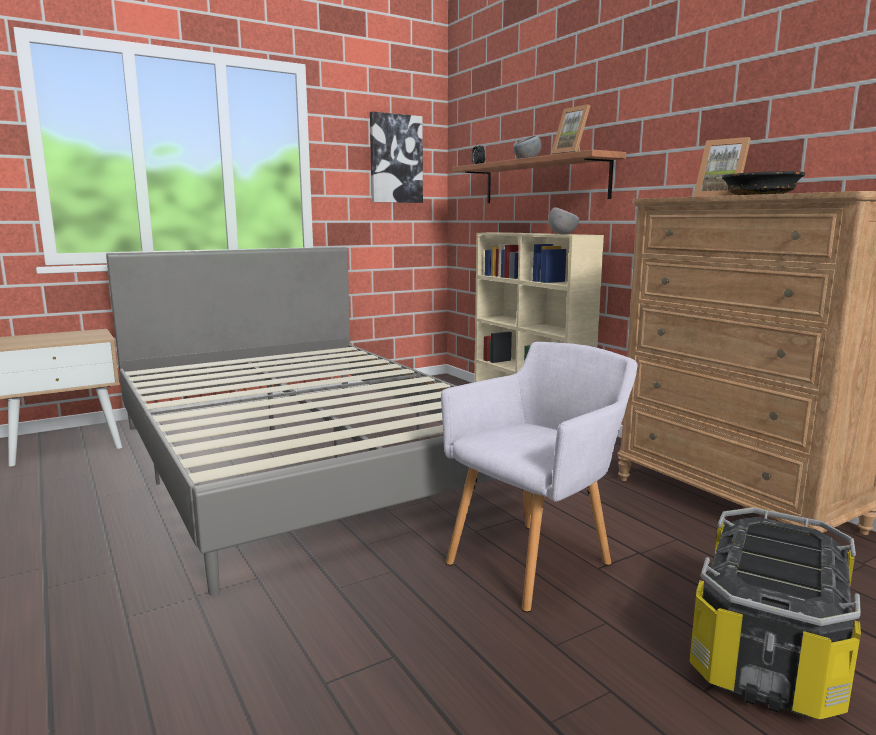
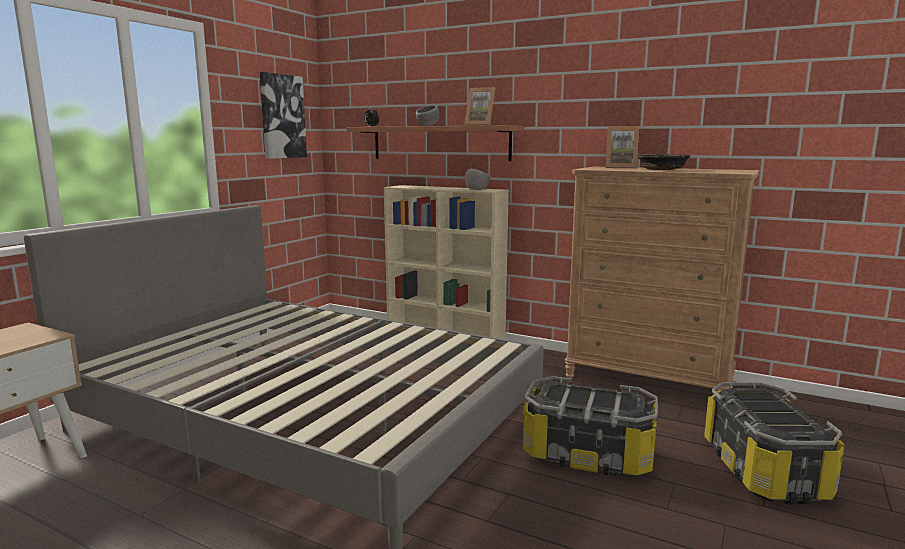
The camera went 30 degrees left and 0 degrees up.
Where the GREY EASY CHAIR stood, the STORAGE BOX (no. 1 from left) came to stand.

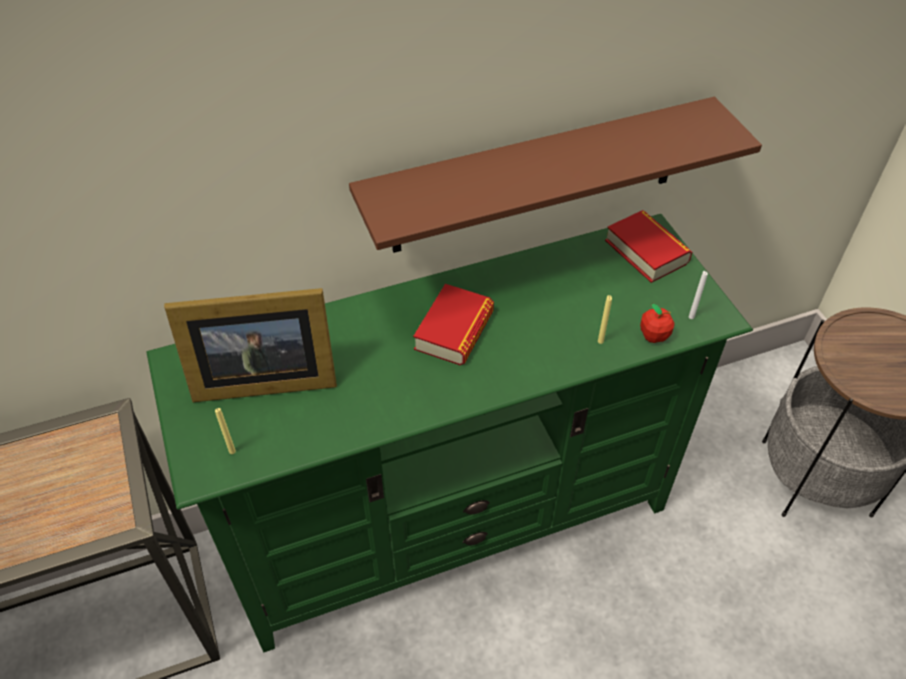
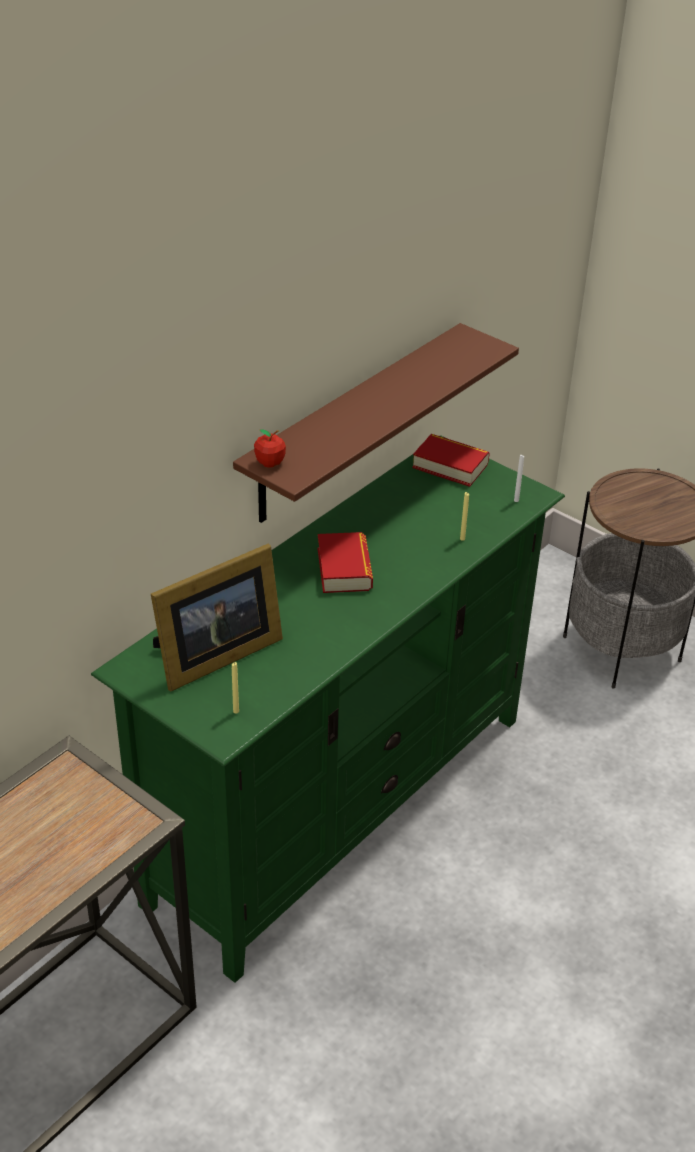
The camera went 30 degrees left and 10 degrees down.
The APPLE ended up elsewhere.

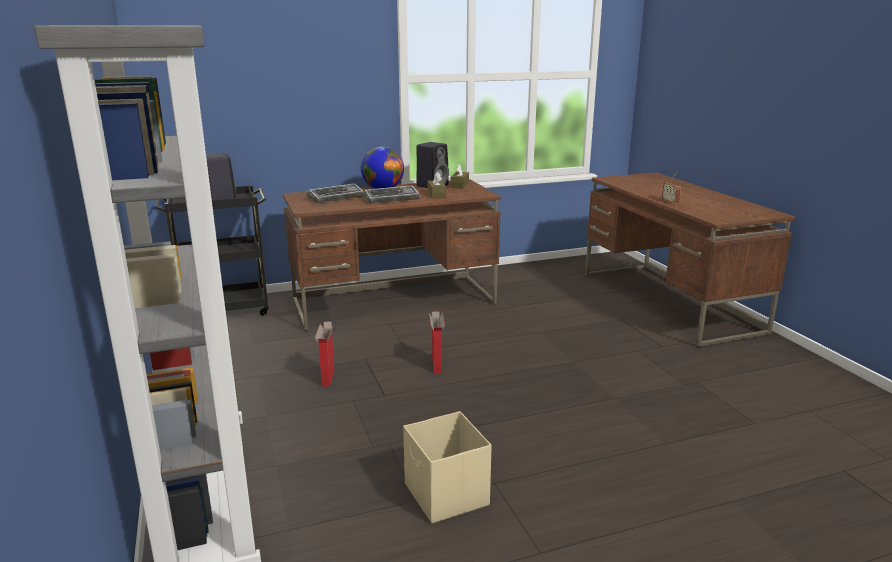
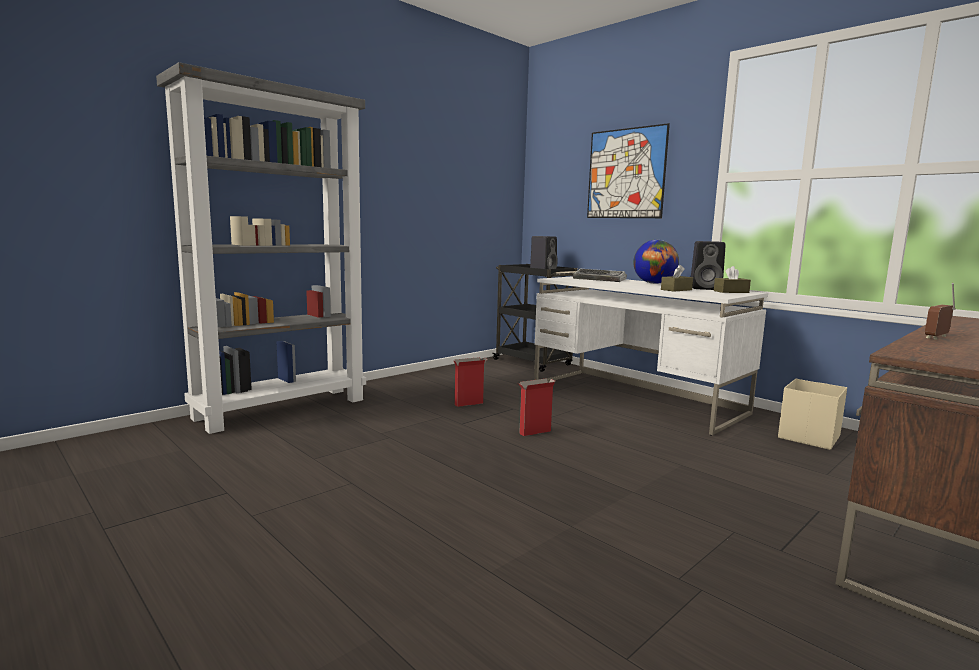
The camera went 65 degrees right and 10 degrees down.
What was the BROWN DESK UNIT (no. 1 from left) turned into the WHITISH DESK UNIT.
The second view lost the COMPUTER KEYBOARD (no. 2 from left).
The SAND-COLOURED STORAGE BOX ended up elsewhere.
The second view gained the WALL PICTURE.

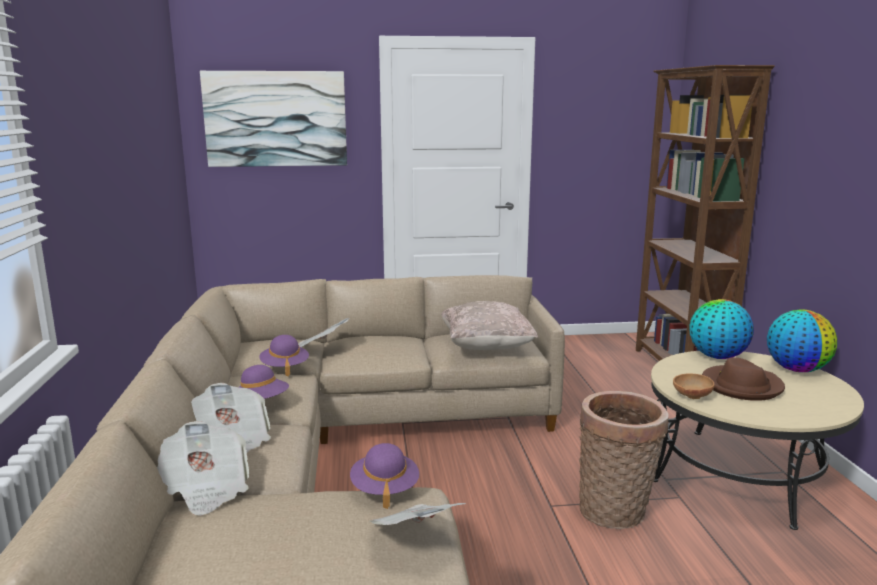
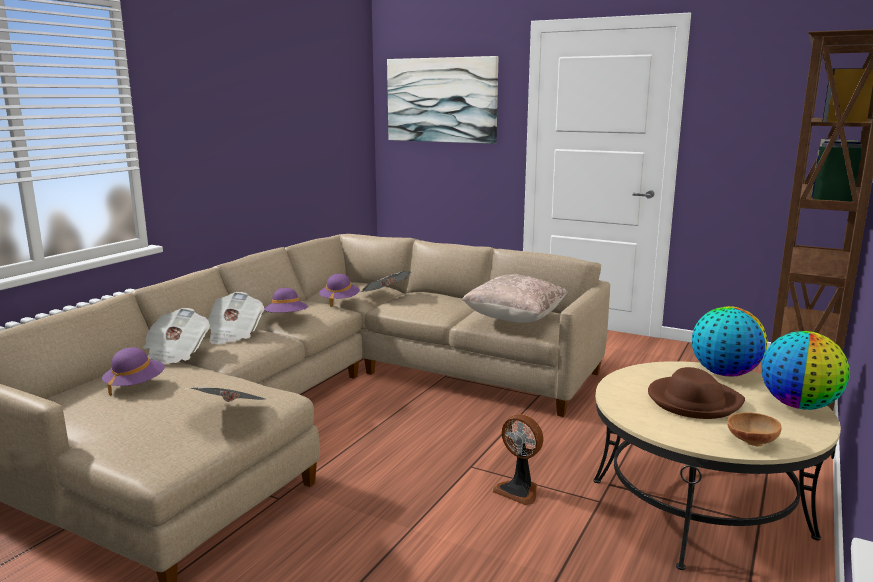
The camera went 35 degrees right and 0 degrees up.
The BROWN BOWL ended up elsewhere.
Where the BASKET stood, the COOLING FAN came to stand.
The PURPLE-COLOURED WEARABLE HAT (no. 3 from left in the first image) ended up elsewhere.

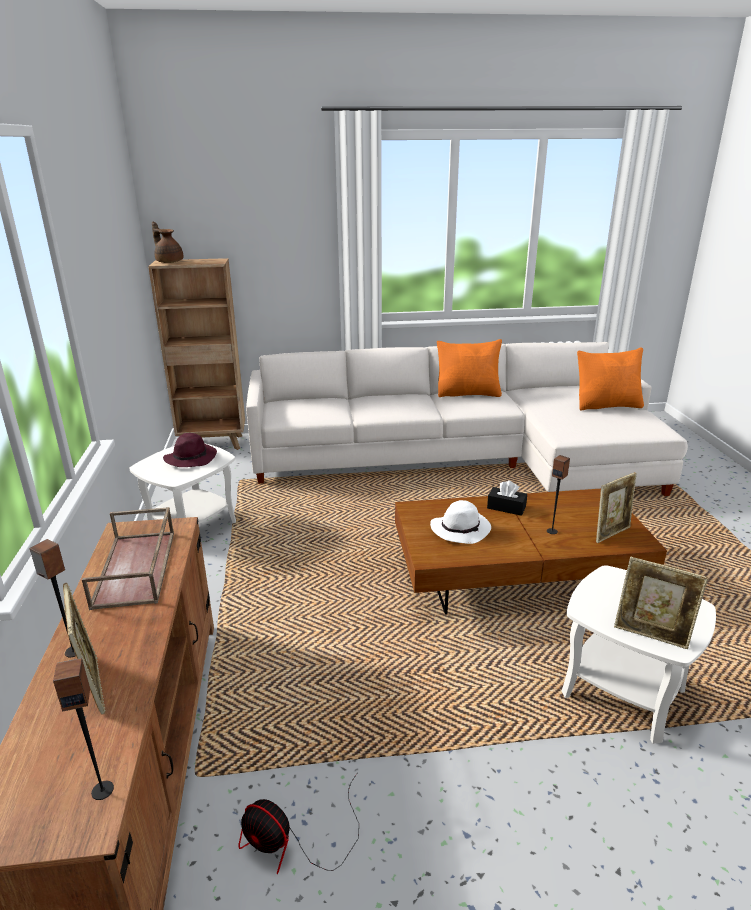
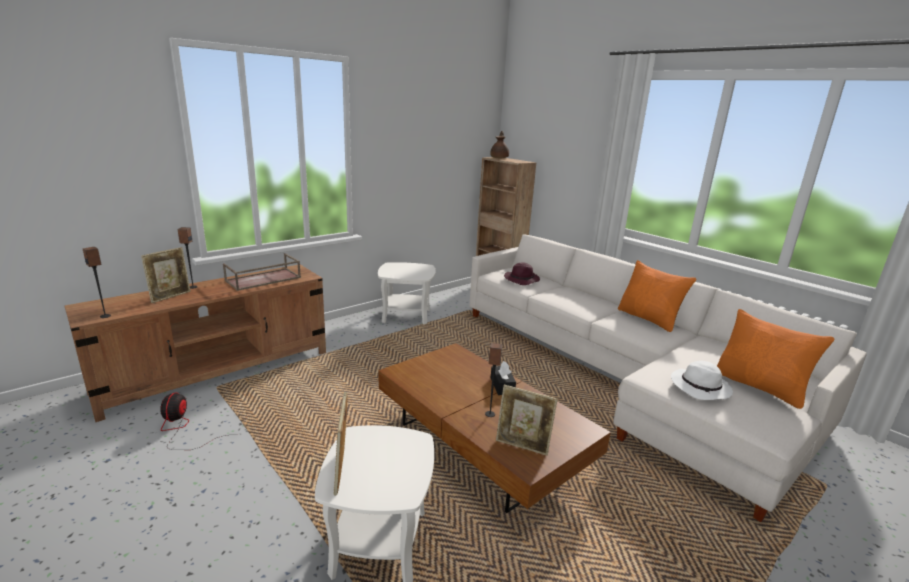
The camera went 55 degrees right and 5 degrees down.
The PURPLE-COLOURED WEARABLE HAT ended up elsewhere.
The WHITISH WEARABLE HAT ended up elsewhere.

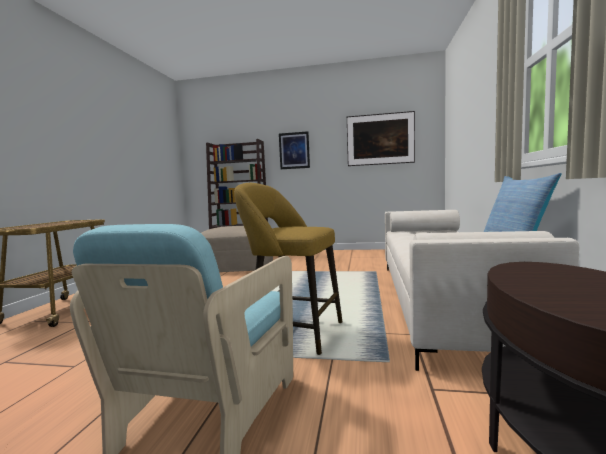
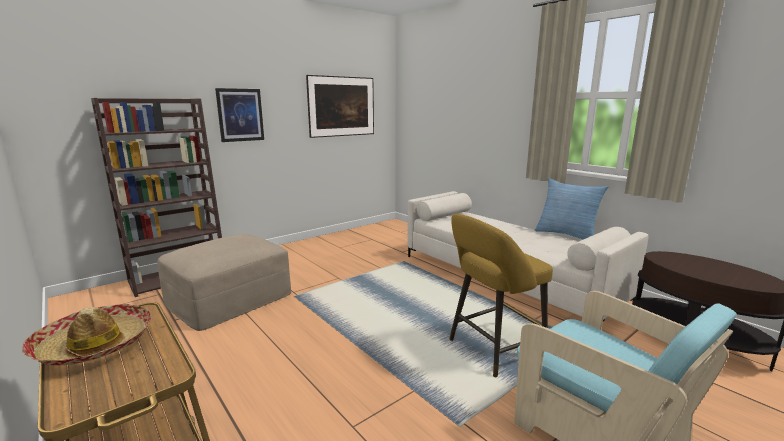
The camera went 50 degrees left and 10 degrees up.
The second view gained the WEARABLE HAT.

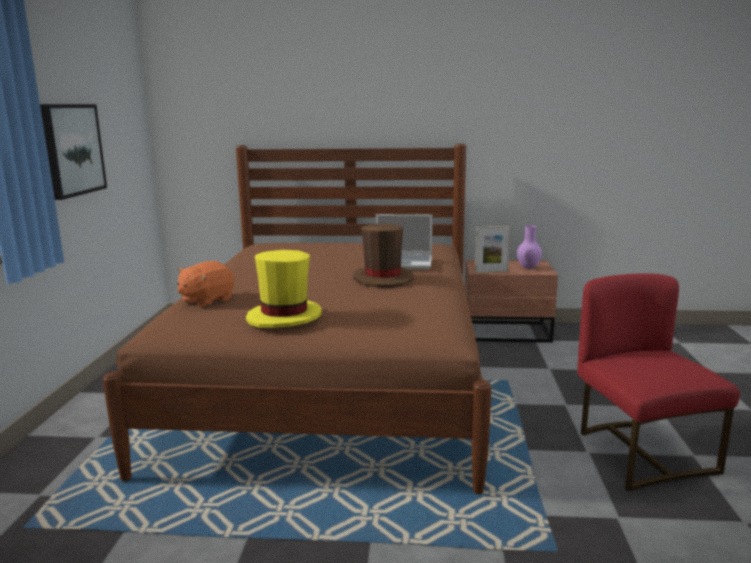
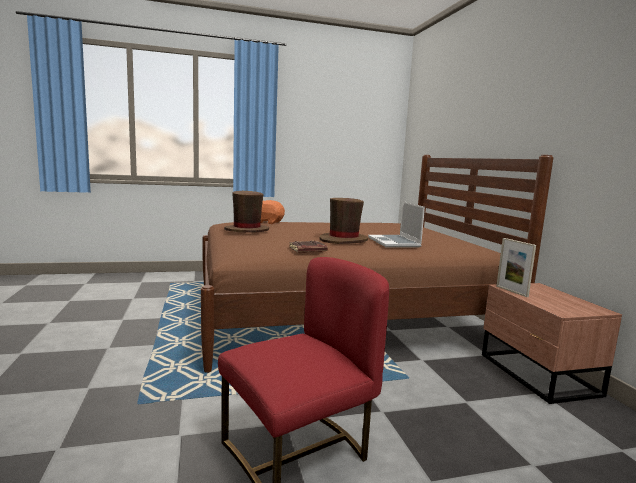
The camera went 70 degrees right and 5 degrees down.
The second view lost the WALL PICTURE.
The second view lost the PURPLE-COLOURED FLOWER VASE.
What was the YELLOW WEARABLE HAT turned into the BROWN WEARABLE HAT (no. 1 from left).
The second view gained the BROWN VOLUME.

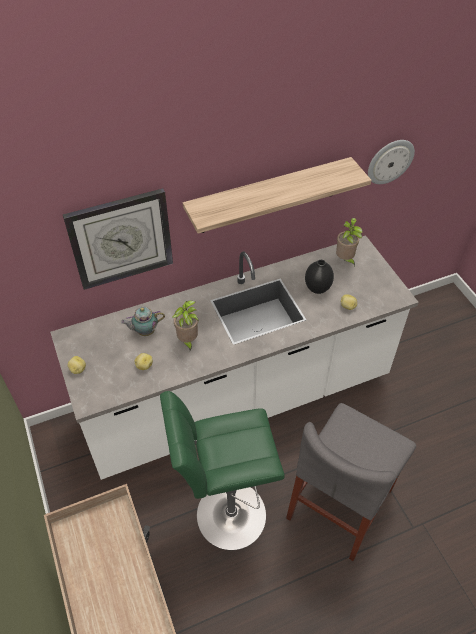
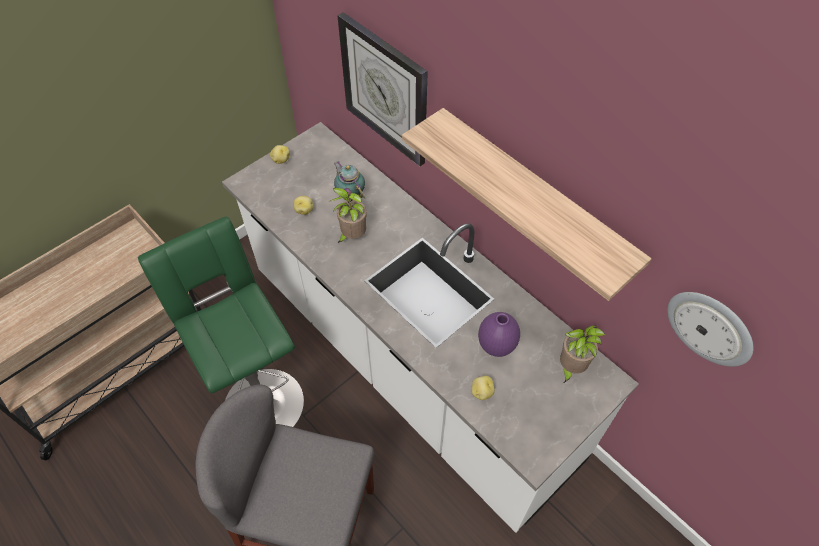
The camera went 70 degrees right and 5 degrees up.
What was the BLACKISH FLOWER VASE turned into the PURPLE-COLOURED FLOWER VASE.

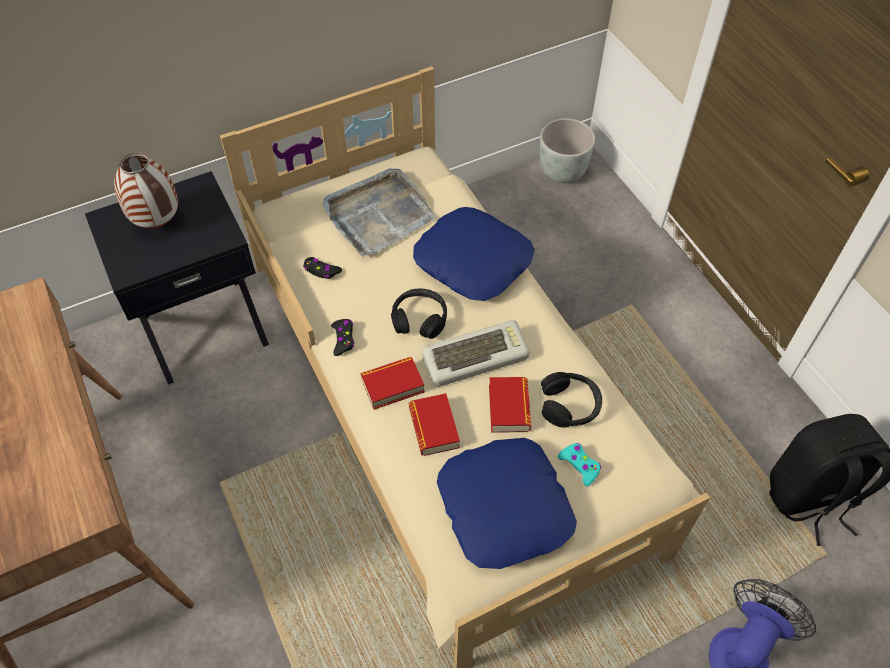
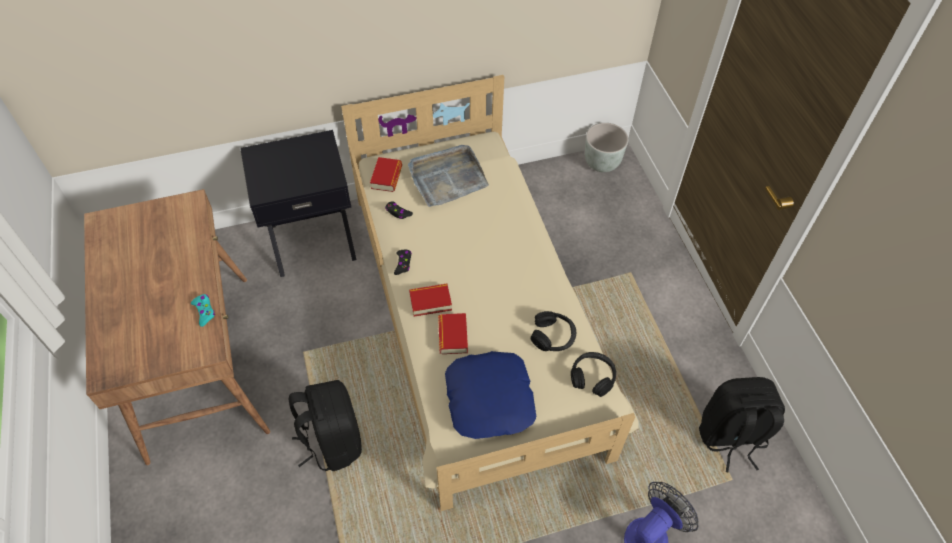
The camera went 10 degrees right and 0 degrees up.
The second view lost the FLOWER VASE.
The second view lost the BLUISH PILLOW (no. 1 from left).
The BLACKISH HEADSET (no. 1 from left in the first image) ended up elsewhere.
The second view lost the COMPUTER KEYBOARD.
The VOLUME (no. 3 from left in the first image) ended up elsewhere.
The BLUE-GREEN JOYPAD ended up elsewhere.
The second view gained the BLACKISH RUCKSACK (no. 1 from left).

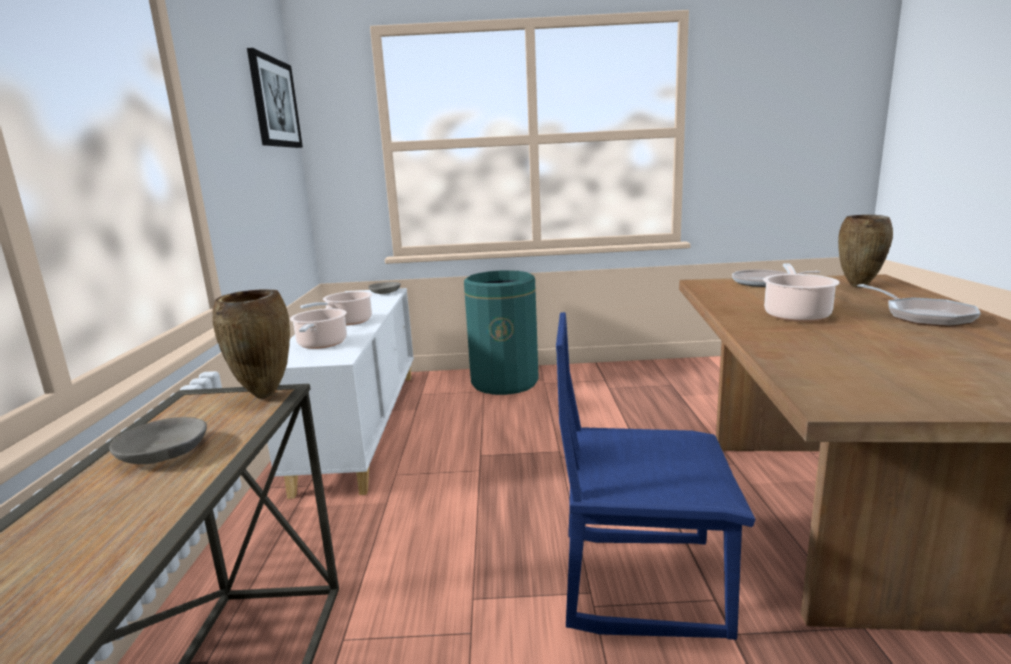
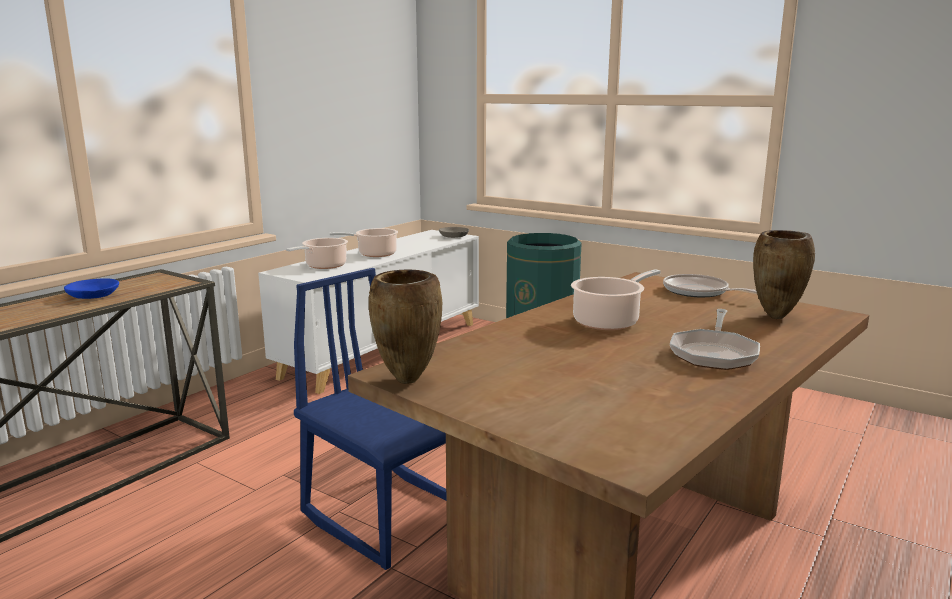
The camera went 35 degrees right and 0 degrees up.
The second view lost the WALL PICTURE.
The BROWN FLOWER VASE (no. 1 from left) ended up elsewhere.
What was the GREY BOWL (no. 1 from left) turned into the BLUISH BOWL.

